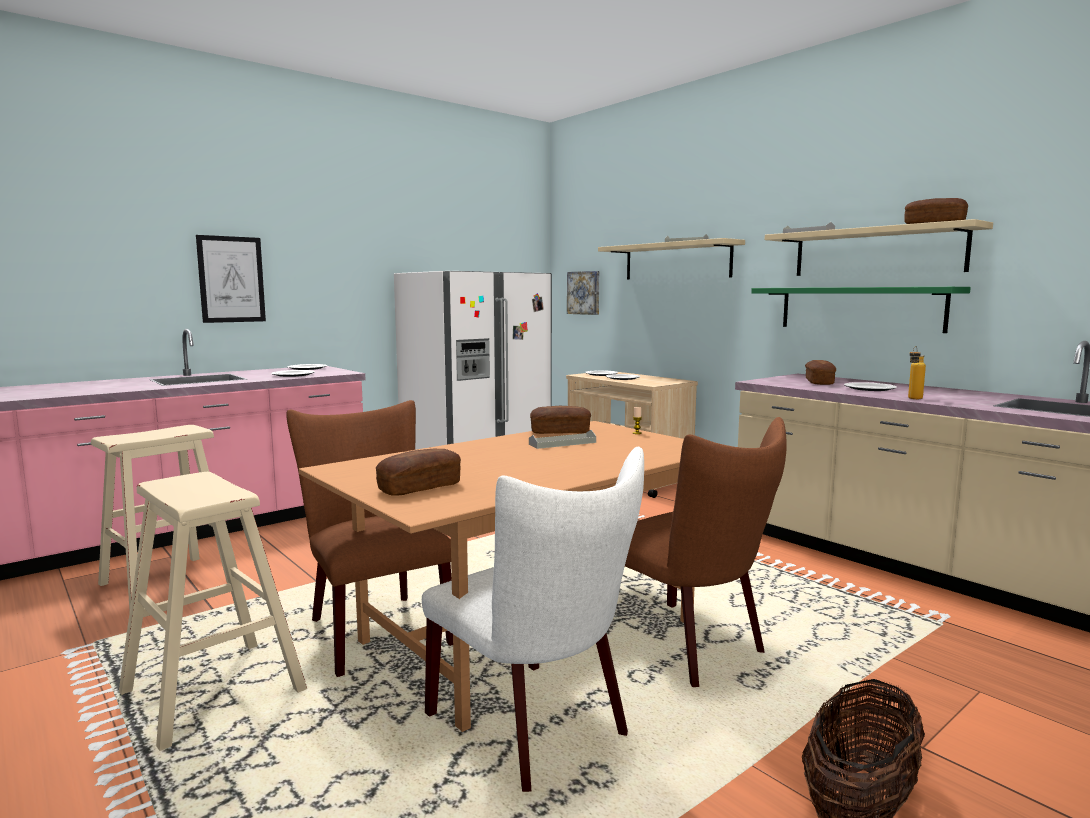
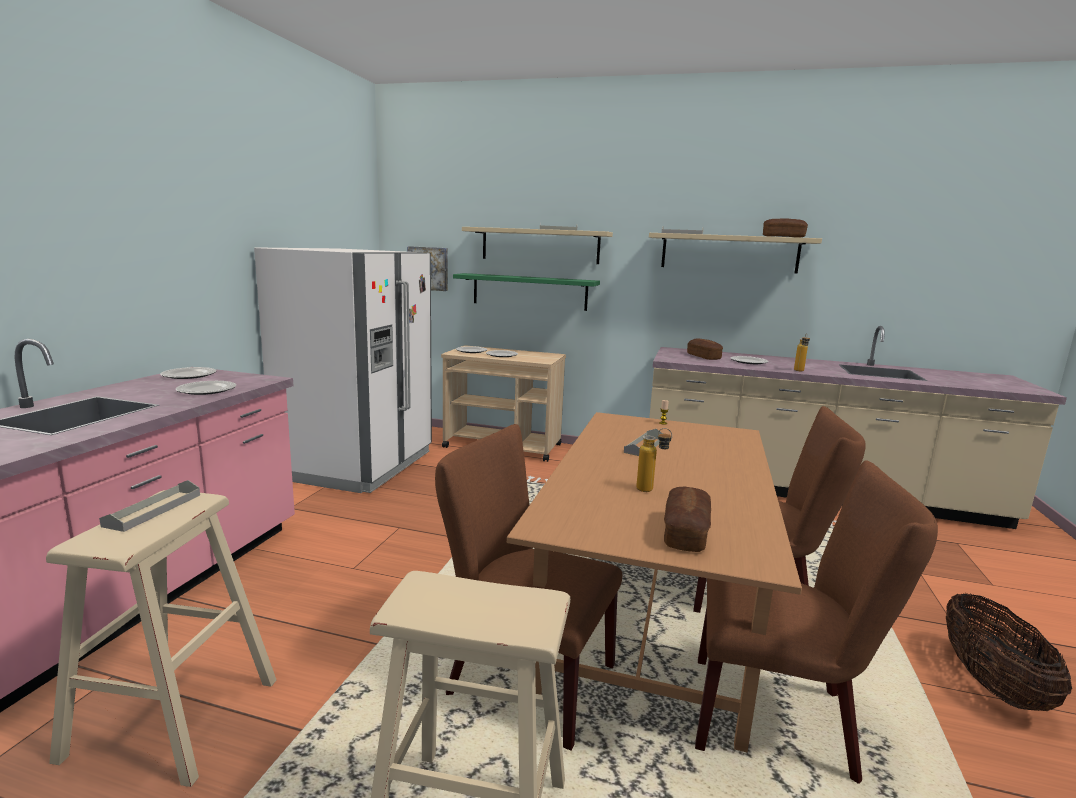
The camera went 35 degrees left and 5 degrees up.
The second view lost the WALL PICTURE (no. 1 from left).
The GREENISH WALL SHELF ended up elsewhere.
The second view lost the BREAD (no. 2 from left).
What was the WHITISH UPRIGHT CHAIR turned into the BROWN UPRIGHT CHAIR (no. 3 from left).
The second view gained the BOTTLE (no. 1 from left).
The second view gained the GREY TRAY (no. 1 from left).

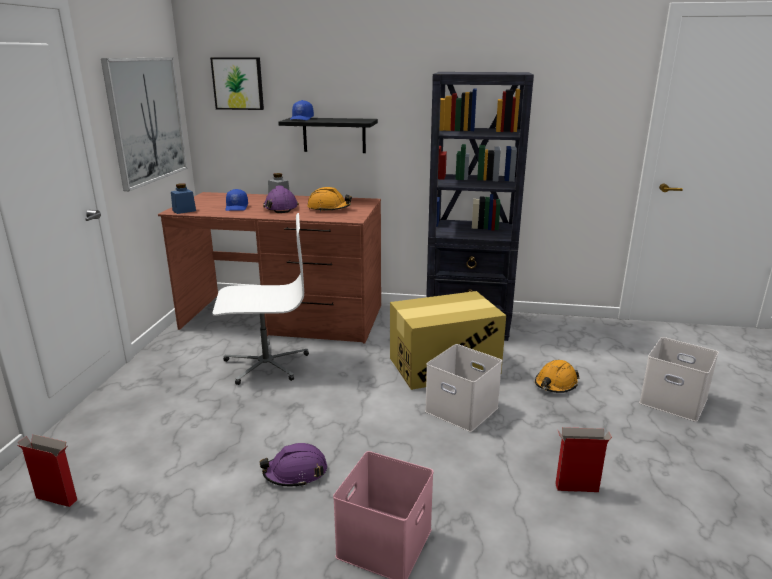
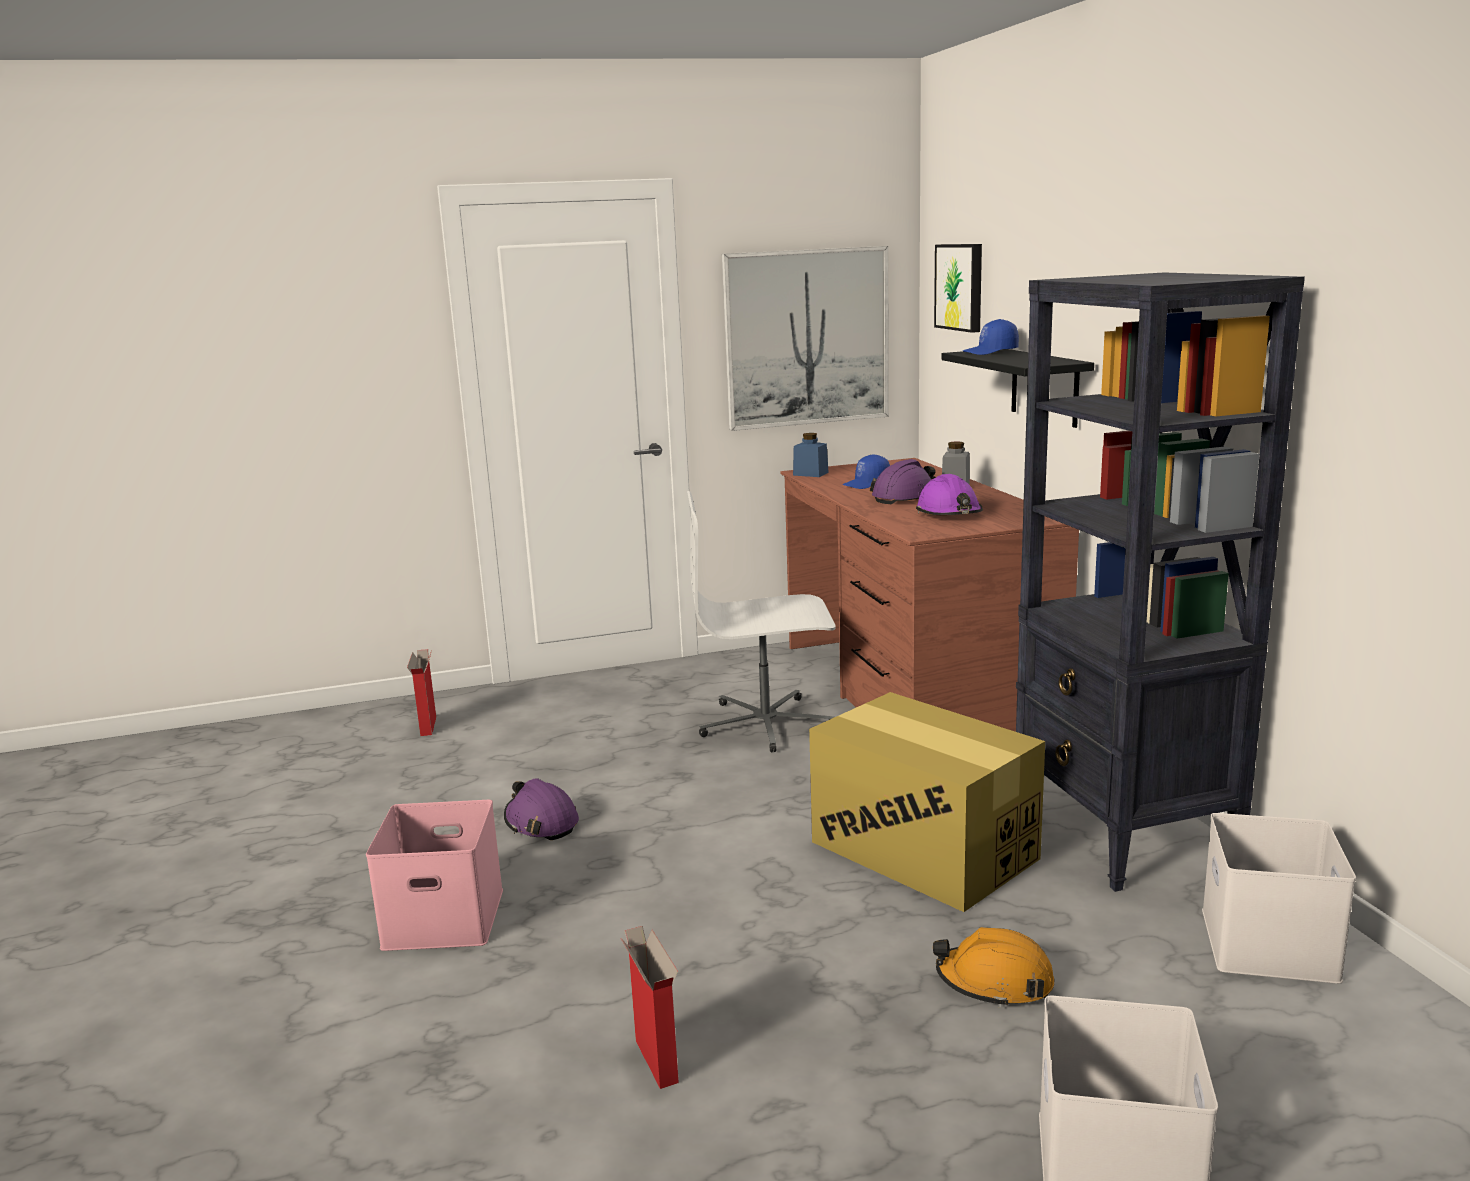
The camera went 65 degrees right and 5 degrees down.
What was the ORANGE-COLOURED WORK HELMET (no. 1 from left) turned into the PURPLE-COLOURED WORK HELMET (no. 3 from left).
The WHITISH OFFICE CHAIR ended up facing another way, 120 degrees clockwise from before.
The WHITISH STORAGE BOX (no. 1 from left in the first image) ended up elsewhere.

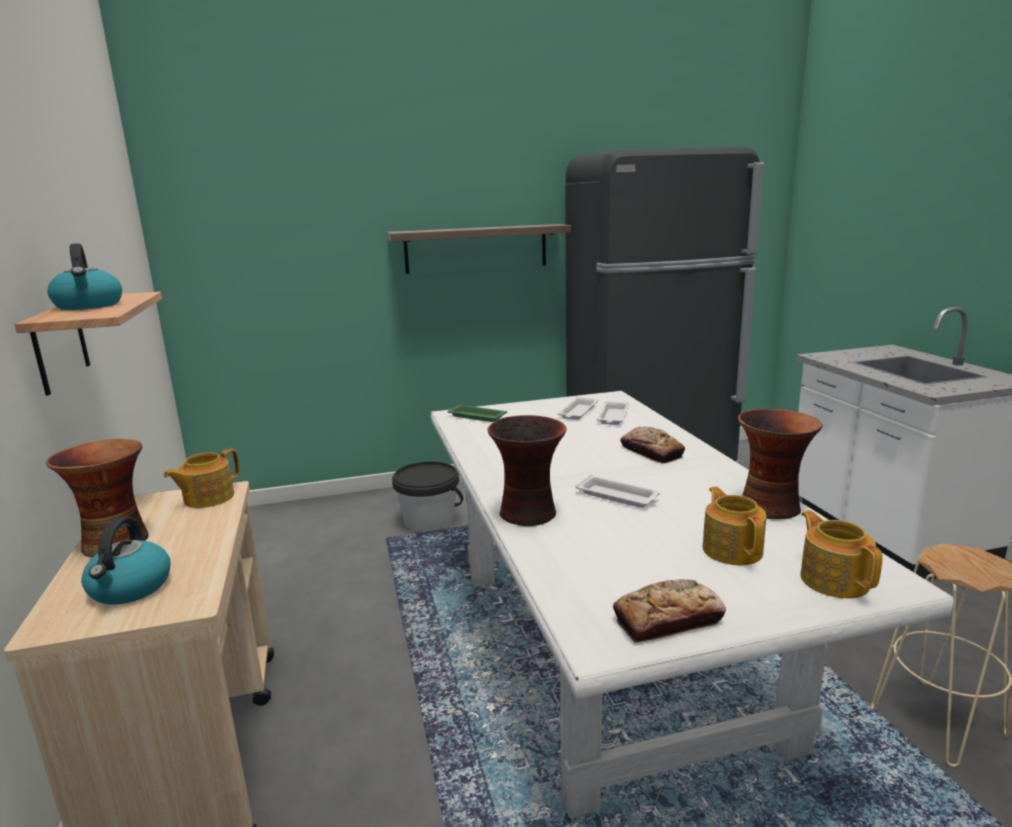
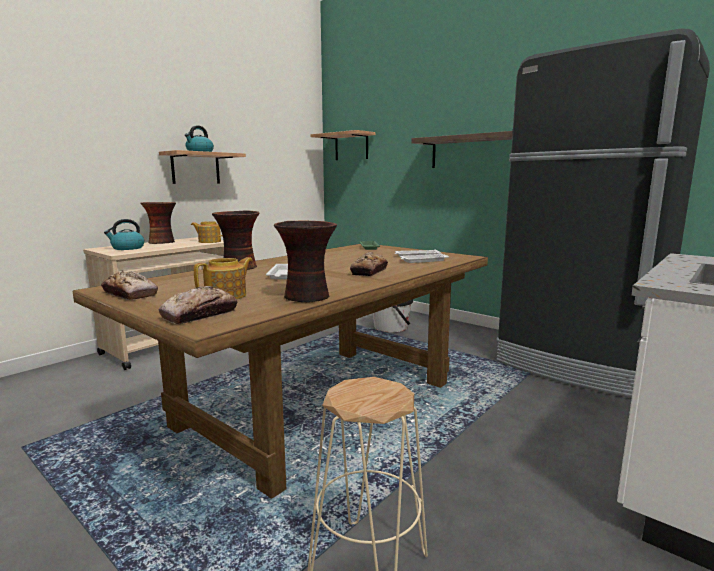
The camera went 55 degrees right and 5 degrees down.
What was the WHITISH DINING TABLE turned into the BROWN DINING TABLE.
Where the POT FOR TEA (no. 3 from left) stood, the BREAD (no. 2 from left) came to stand.
The second view gained the WALL SHELF (no. 2 from left).

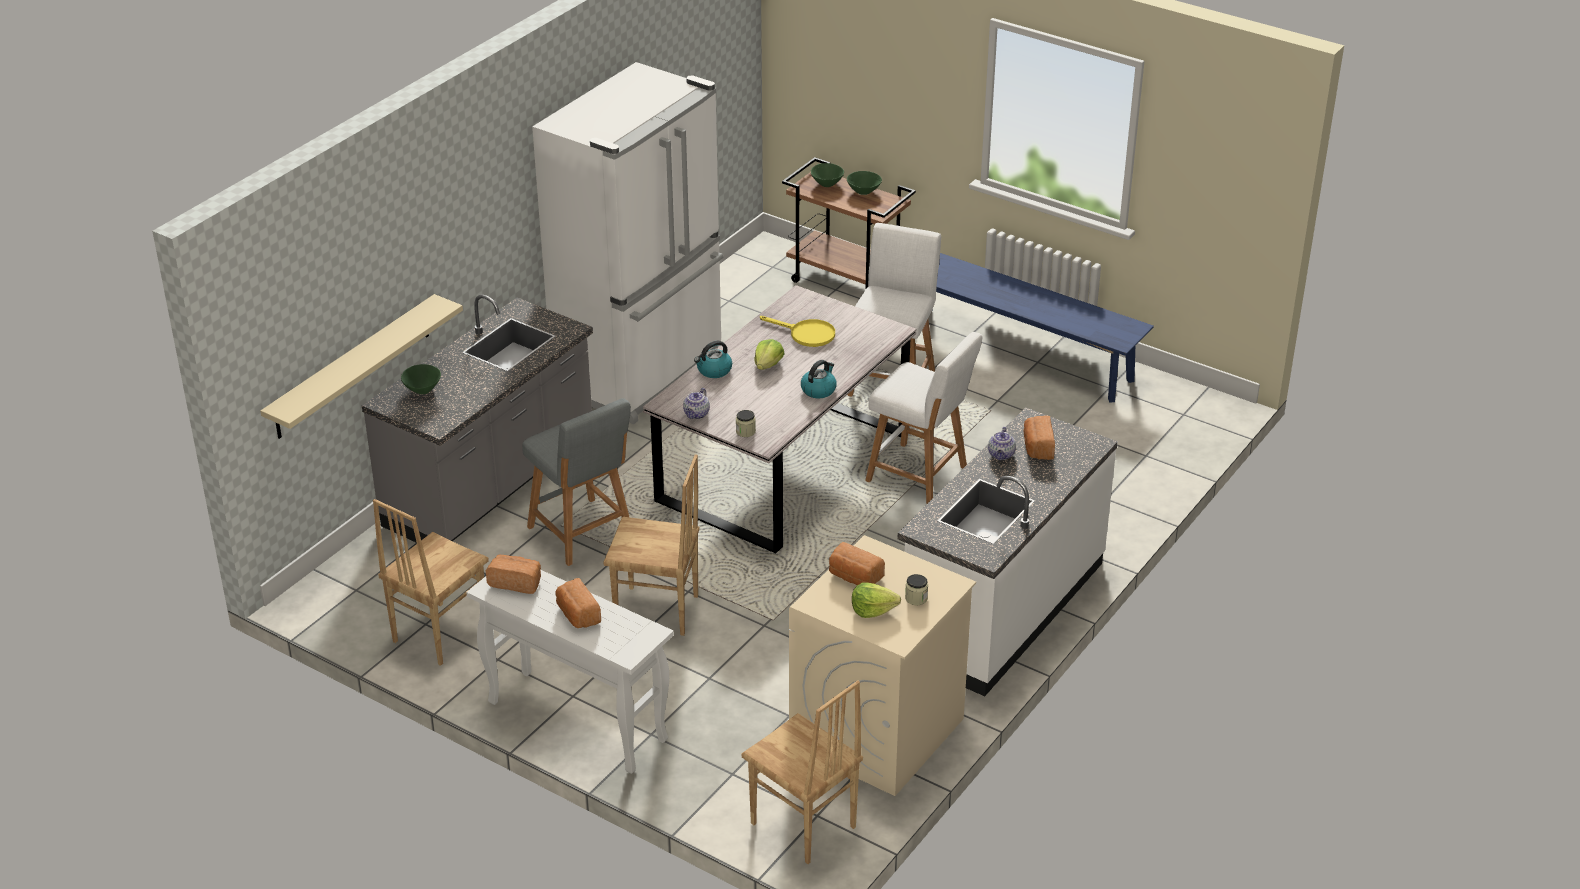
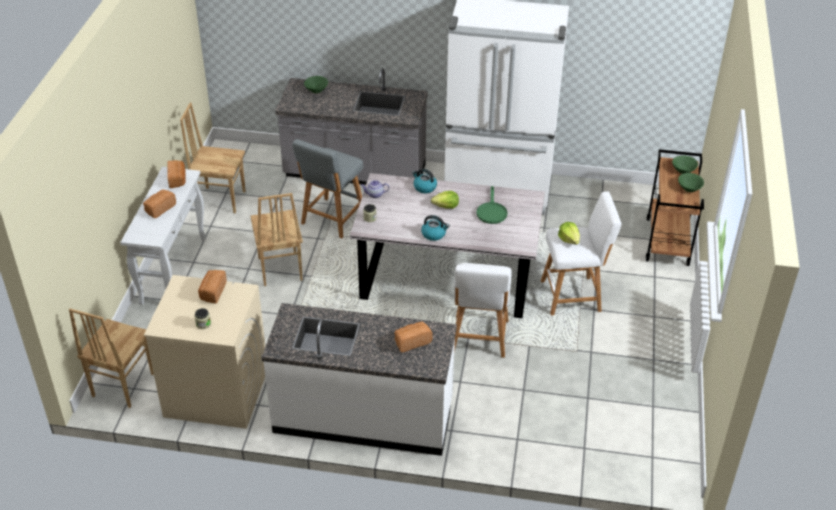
The camera went 65 degrees right and 5 degrees up.
The second view lost the BLUISH INDOOR BENCH.
The second view lost the SAND-COLOURED WALL SHELF.
What was the YELLOW PAN turned into the GREENISH PAN.
The second view lost the POT FOR TEA (no. 2 from left).
The LETTUCE (no. 2 from left) ended up elsewhere.

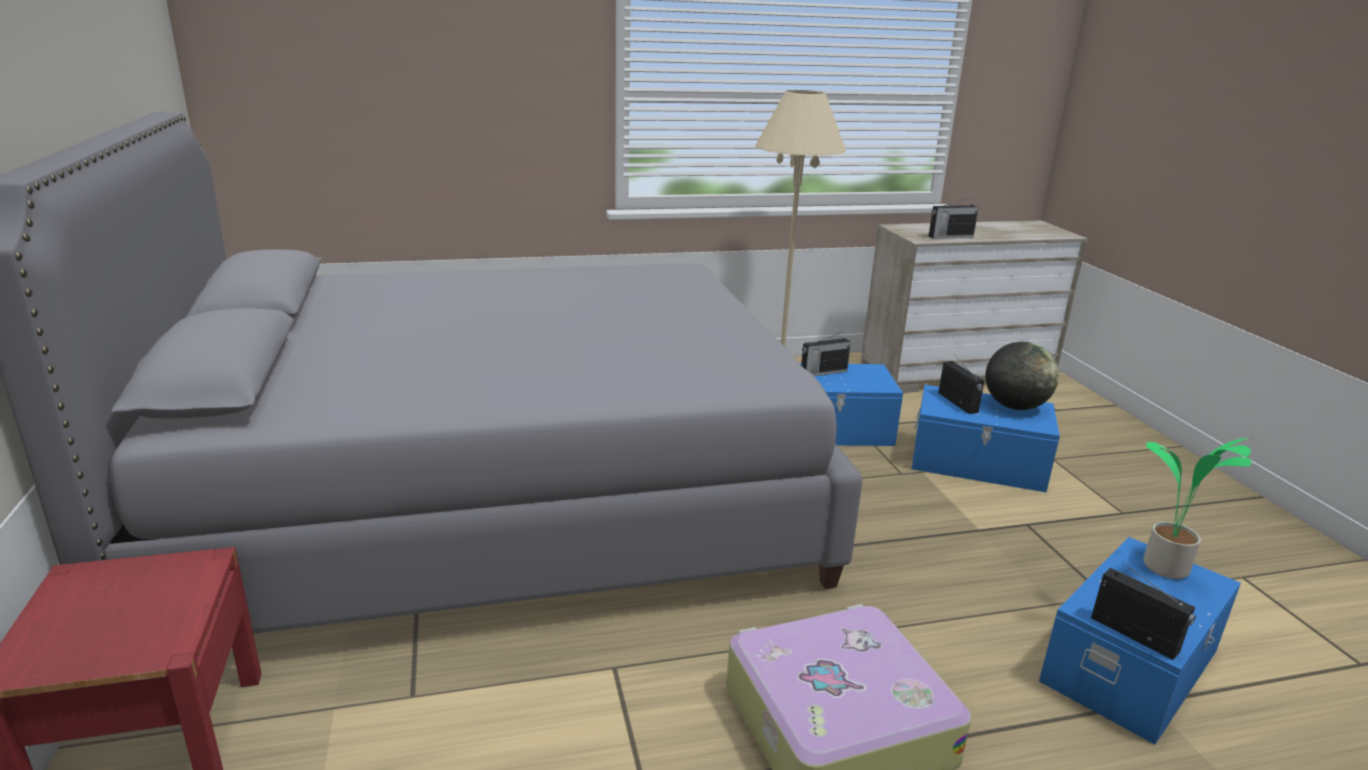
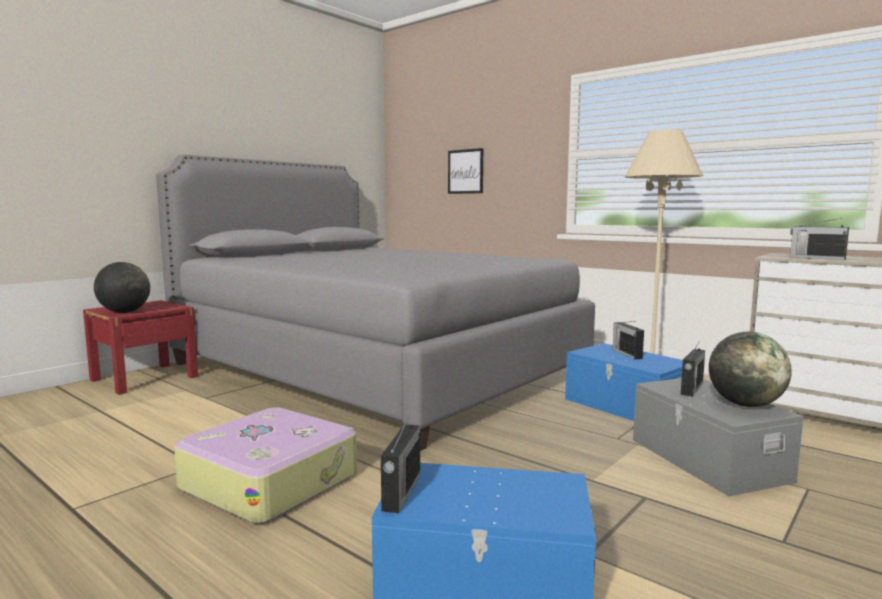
The camera went 55 degrees right and 15 degrees down.
The RADIO RECEIVER (no. 1 from left in the first image) ended up facing another way, 45 degrees clockwise from before.
What was the BLUISH STORAGE BOX (no. 2 from left) turned into the GREY STORAGE BOX.
The second view lost the POTTED PLANT.
The second view gained the WALL PICTURE.
The second view gained the WORLD GLOBE (no. 1 from left).

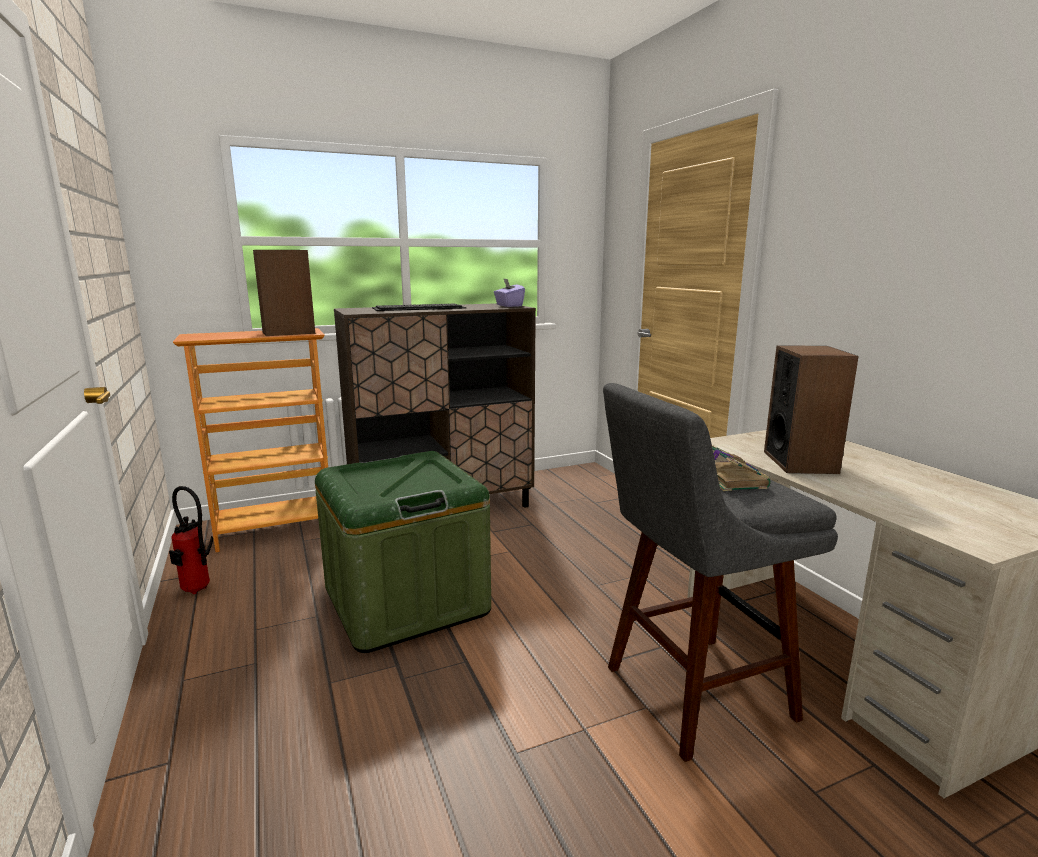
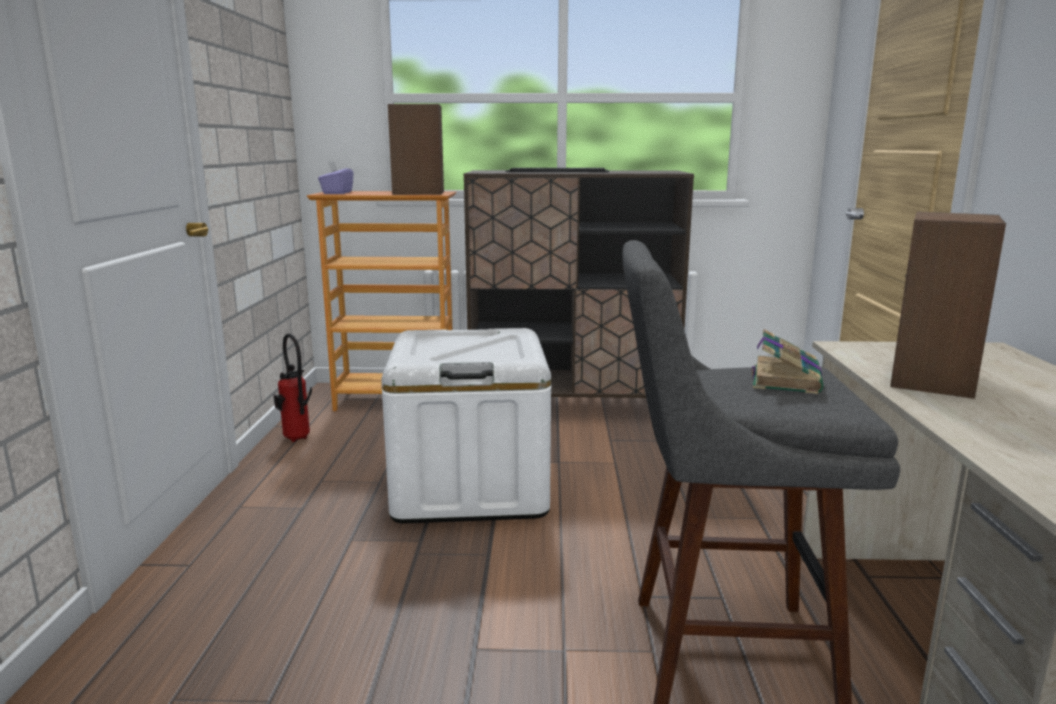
The camera went 25 degrees right and 0 degrees up.
The PURPLE-COLOURED TISSUE HOLDER ended up elsewhere.
What was the GREENISH STORAGE BOX turned into the WHITISH STORAGE BOX.

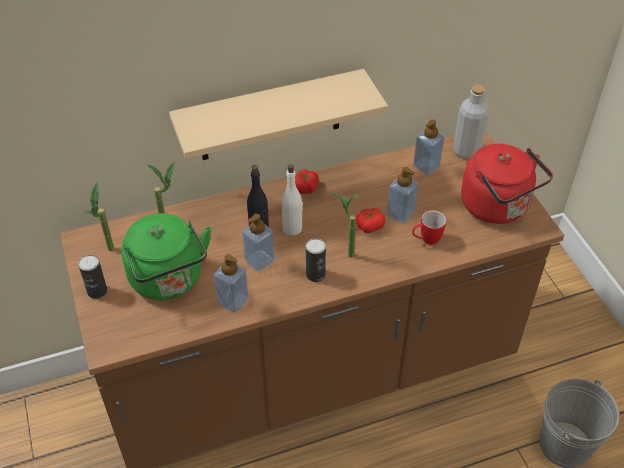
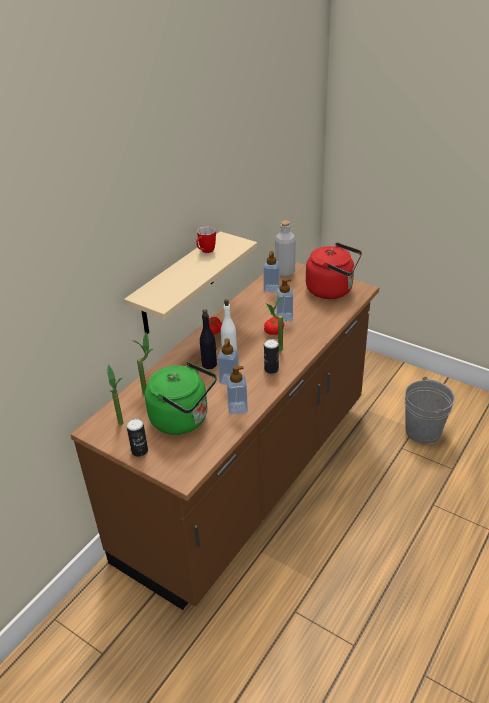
The camera went 35 degrees left and 10 degrees down.
The MUG ended up elsewhere.

